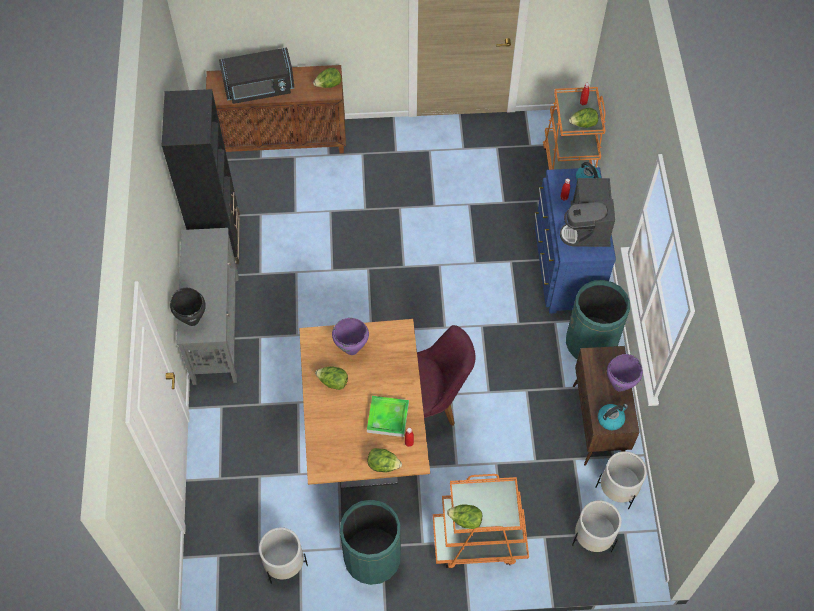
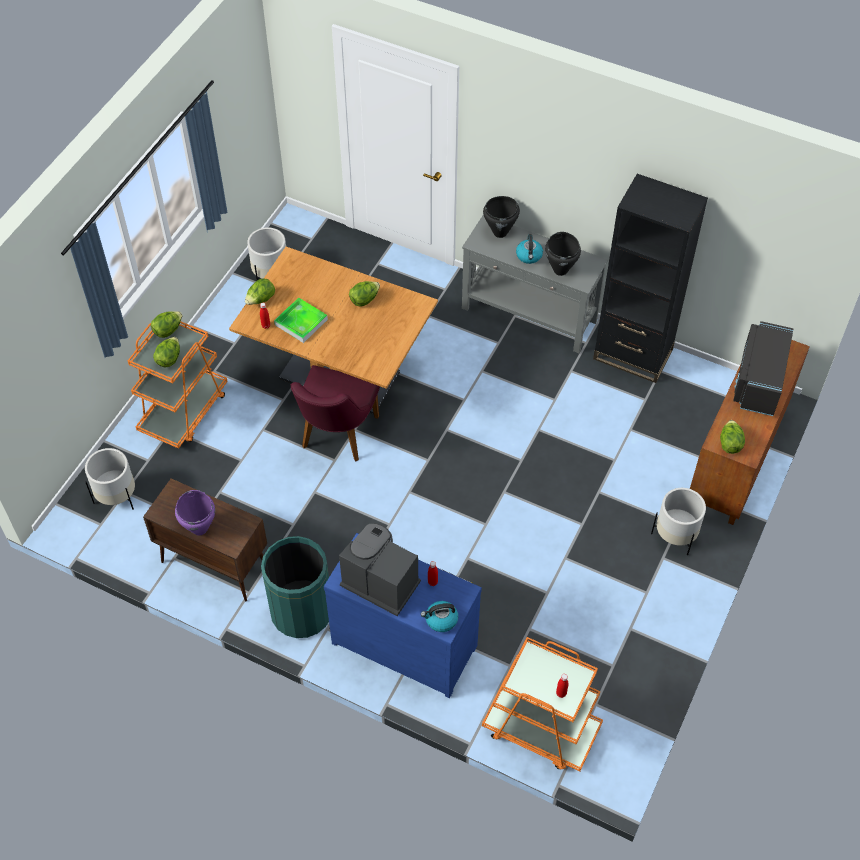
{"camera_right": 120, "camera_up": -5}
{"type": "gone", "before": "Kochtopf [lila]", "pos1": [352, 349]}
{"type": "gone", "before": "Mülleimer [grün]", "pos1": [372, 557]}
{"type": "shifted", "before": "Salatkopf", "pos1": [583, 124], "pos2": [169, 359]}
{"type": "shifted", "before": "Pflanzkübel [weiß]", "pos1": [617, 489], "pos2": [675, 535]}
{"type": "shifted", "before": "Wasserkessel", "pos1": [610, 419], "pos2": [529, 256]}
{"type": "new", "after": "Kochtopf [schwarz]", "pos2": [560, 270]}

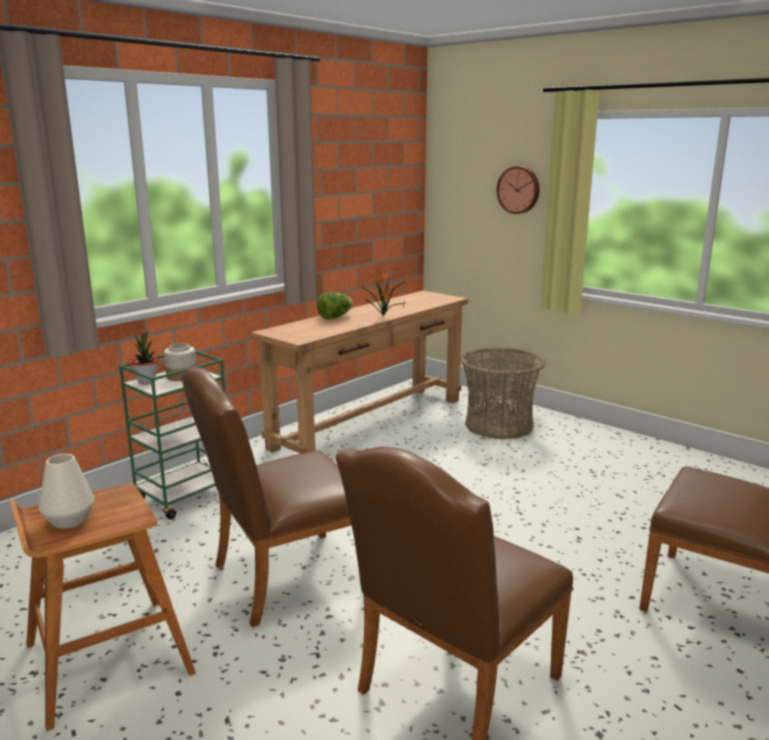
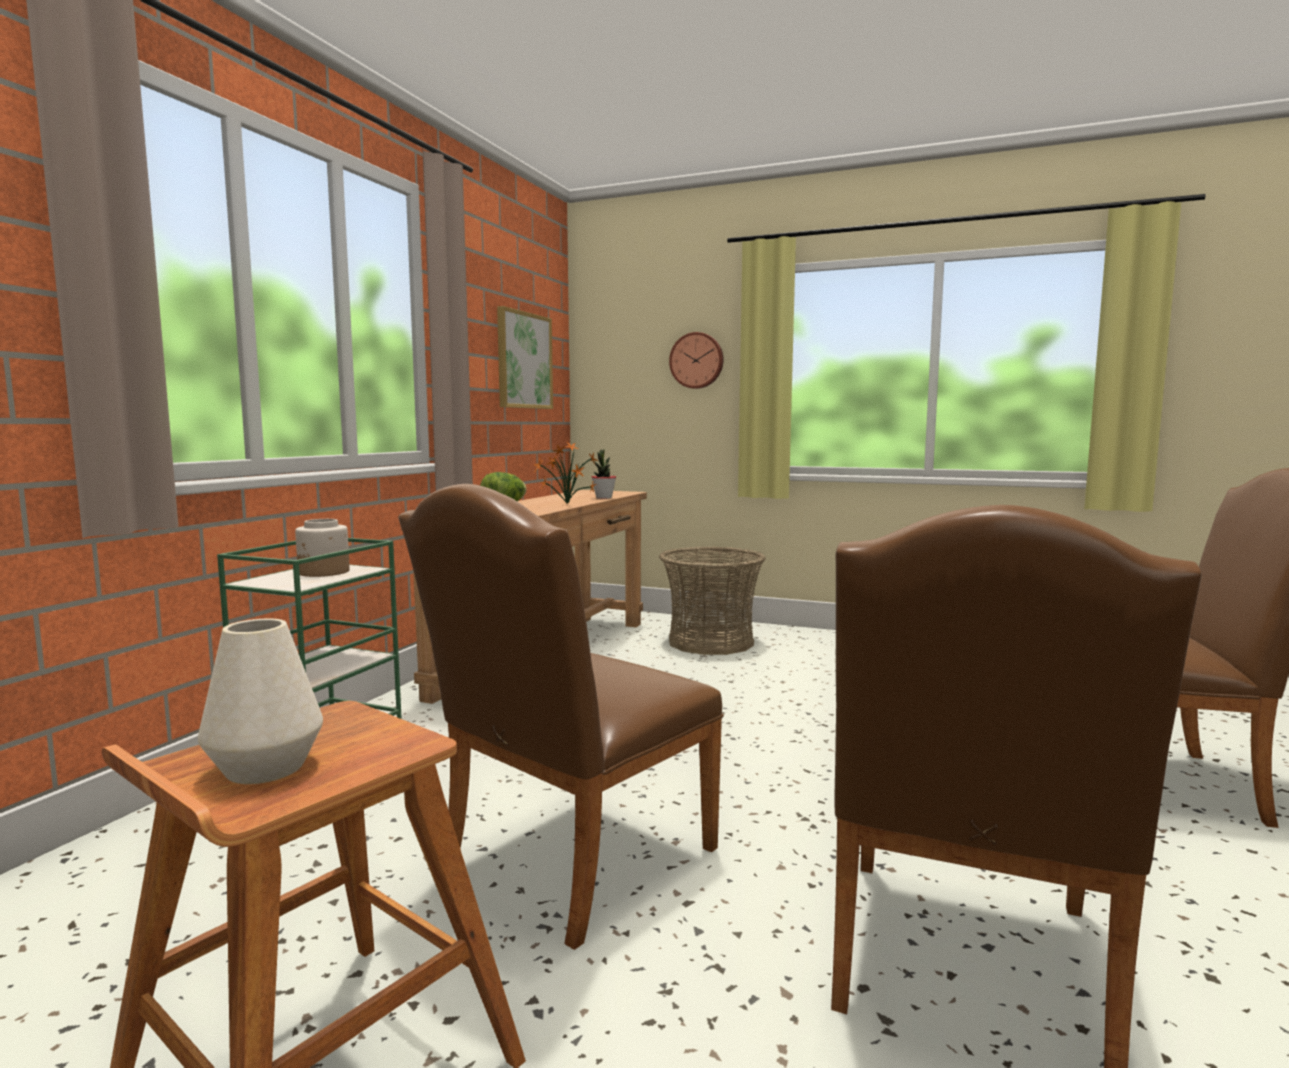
{"camera_right": -20, "camera_up": -10}
{"type": "shifted", "before": "Topfpflanze", "pos1": [147, 381], "pos2": [603, 498]}
{"type": "new", "after": "Bild", "pos2": [523, 360]}

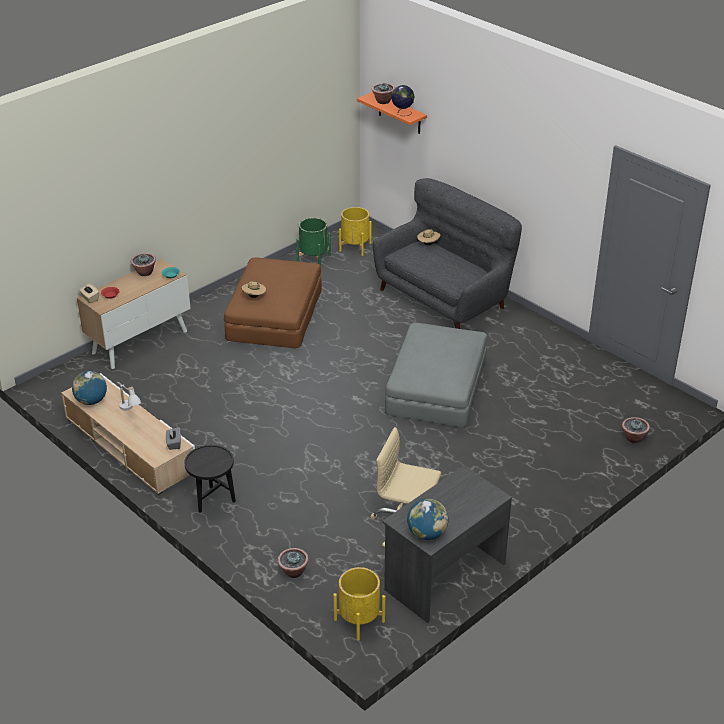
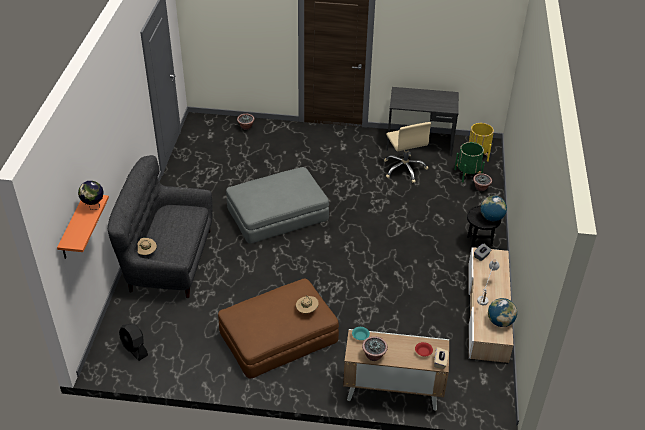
{"camera_right": -130, "camera_up": 5}
{"type": "shifted", "before": "Pflanzkübel [grün]", "pos1": [313, 258], "pos2": [467, 174]}
{"type": "swapped", "before": "Pflanzkübel [gelb]", "after": "Ventilator [schwarz]", "pos1": [355, 247], "pos2": [134, 349]}
{"type": "gone", "before": "Topfpflanze", "pos1": [383, 101]}
{"type": "shifted", "before": "Globus", "pos1": [427, 534], "pos2": [491, 218]}

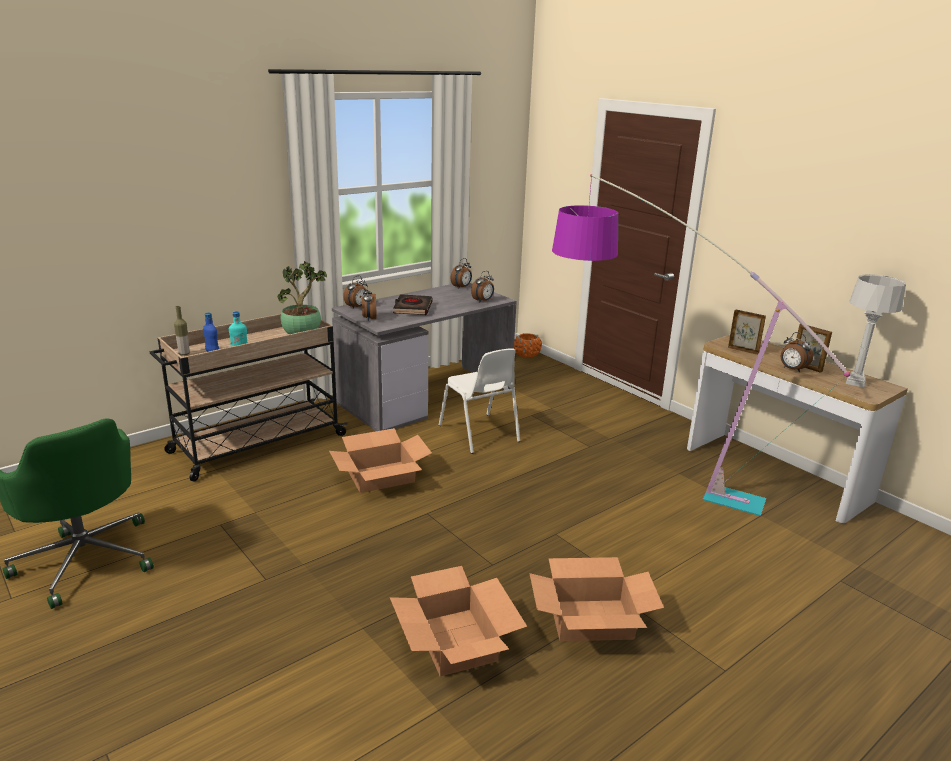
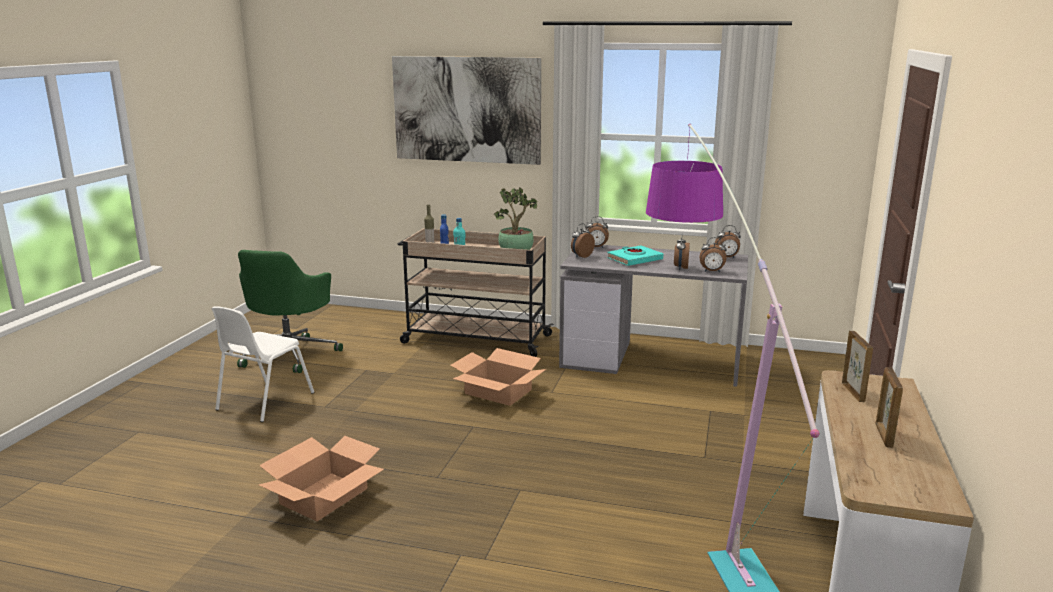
{"camera_right": 55, "camera_up": -5}
{"type": "repainted", "before": "Buch [schwarz]", "after": "Buch [türkis]", "pos1": [412, 308], "pos2": [634, 259]}
{"type": "shifted", "before": "Stuhl [weiß]", "pos1": [479, 434], "pos2": [263, 401]}
{"type": "gone", "before": "Pflanzkübel [orange]", "pos1": [527, 354]}
{"type": "gone", "before": "Karton", "pos1": [591, 619]}
{"type": "shifted", "before": "Wecker", "pos1": [792, 369], "pos2": [680, 268]}
{"type": "gone", "before": "Tischlampe [grau]", "pos1": [855, 382]}
{"type": "new", "after": "Bild", "pos2": [467, 109]}

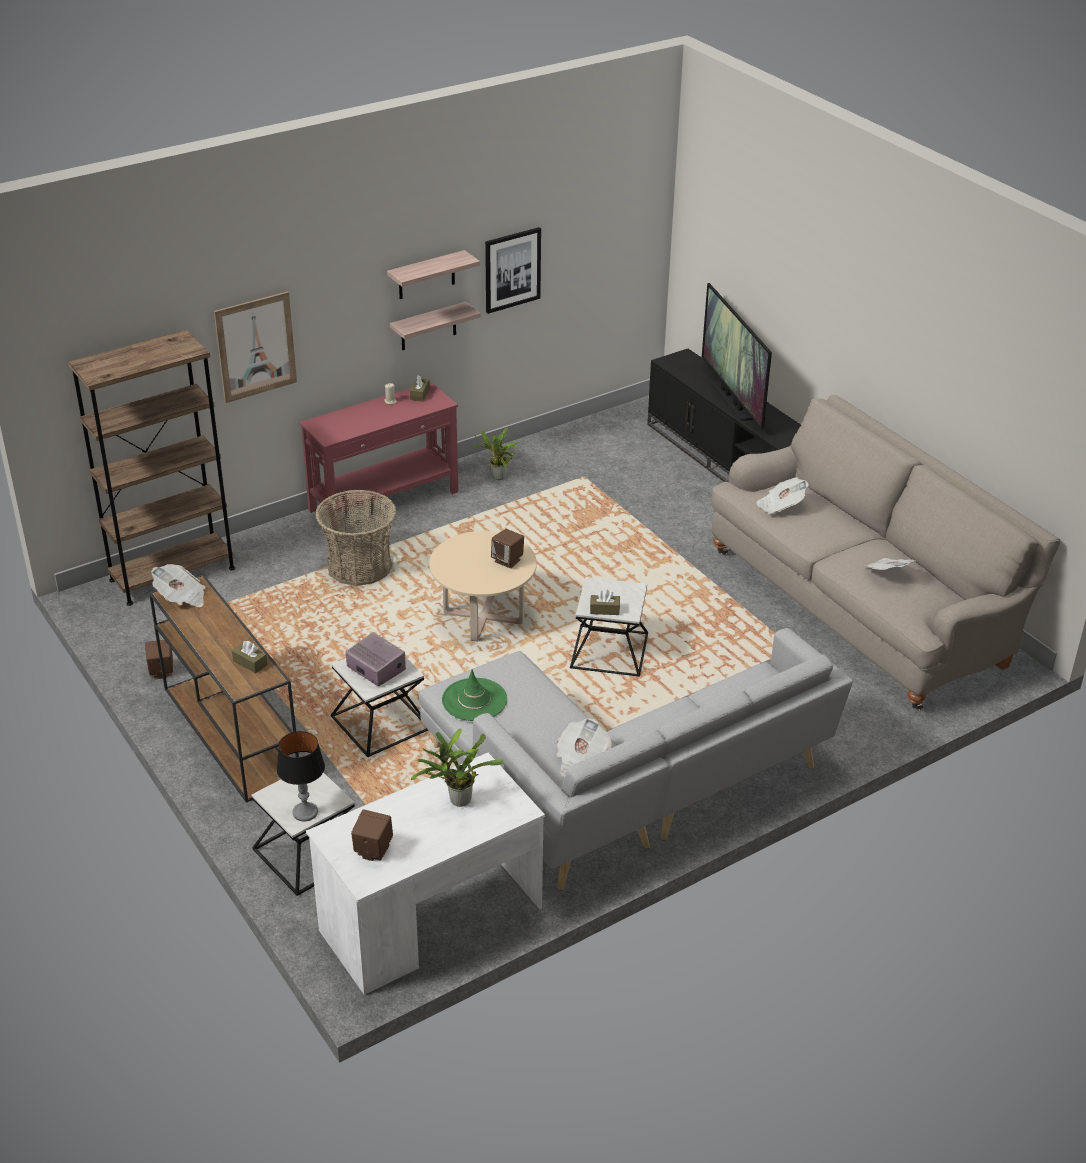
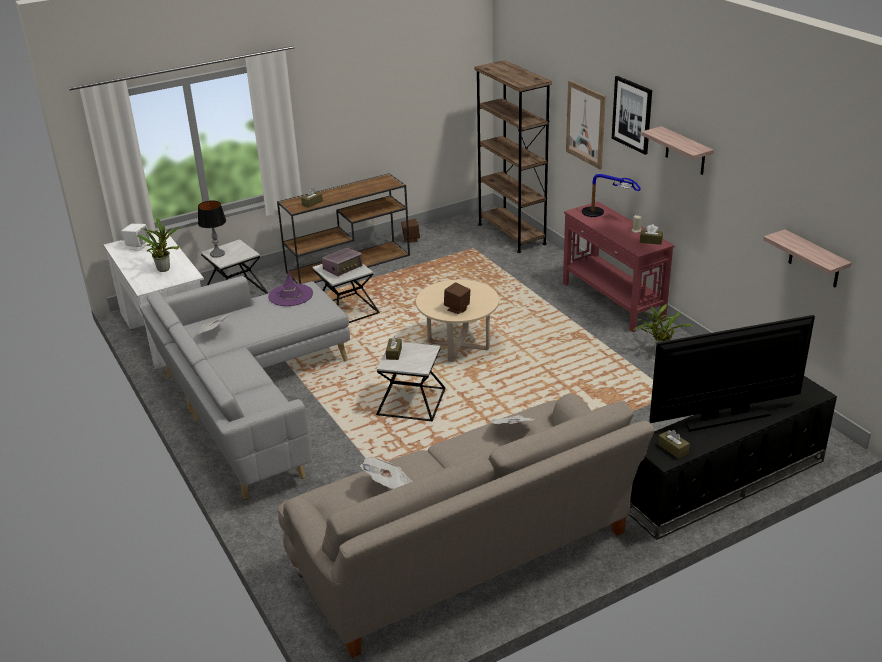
{"camera_right": 95, "camera_up": -5}
{"type": "gone", "before": "Zeitung", "pos1": [181, 597]}
{"type": "gone", "before": "Korb", "pos1": [359, 567]}
{"type": "repainted", "before": "Lautsprecher [braun]", "after": "Lautsprecher [weiß]", "pos1": [372, 850], "pos2": [138, 246]}
{"type": "shifted", "before": "Wandregal", "pos1": [428, 327], "pos2": [814, 260]}
{"type": "repainted", "before": "Hut [grün]", "after": "Hut [lila]", "pos1": [474, 700], "pos2": [290, 295]}
{"type": "shifted", "before": "Bild", "pos1": [512, 269], "pos2": [632, 114]}
{"type": "new", "after": "Tischlampe", "pos2": [603, 215]}
{"type": "new", "after": "Taschentuchbox [braun]", "pos2": [673, 449]}

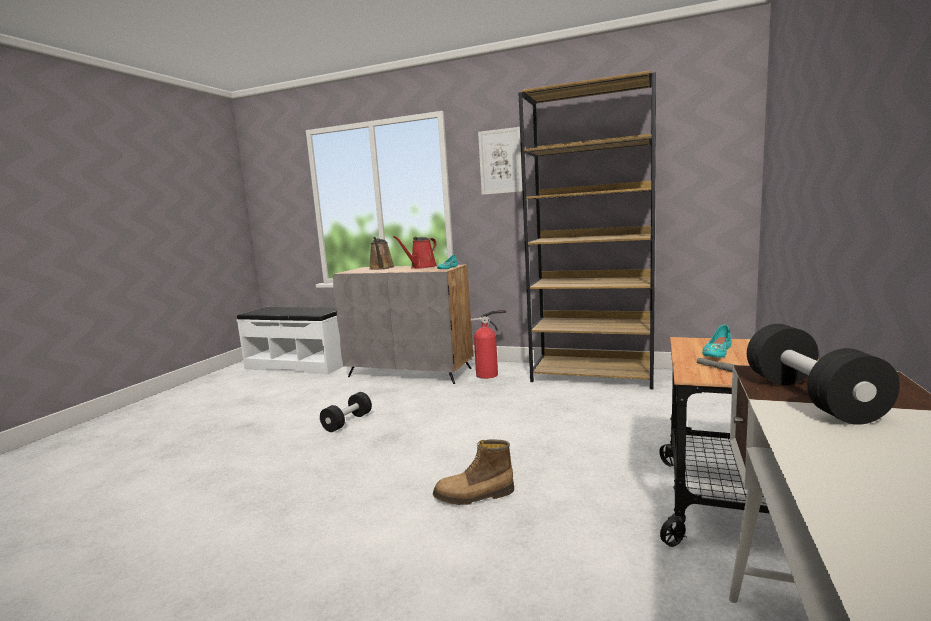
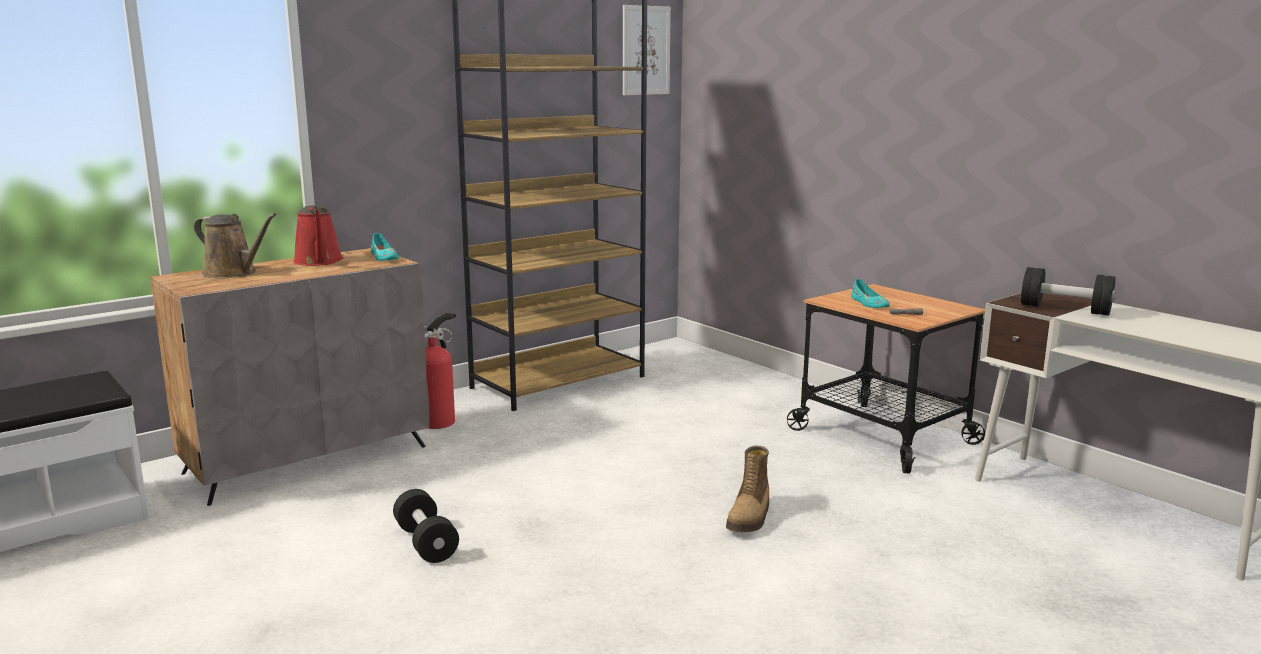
{"camera_right": -60, "camera_up": 5}
{"type": "shifted", "before": "Bild", "pos1": [500, 161], "pos2": [645, 50]}

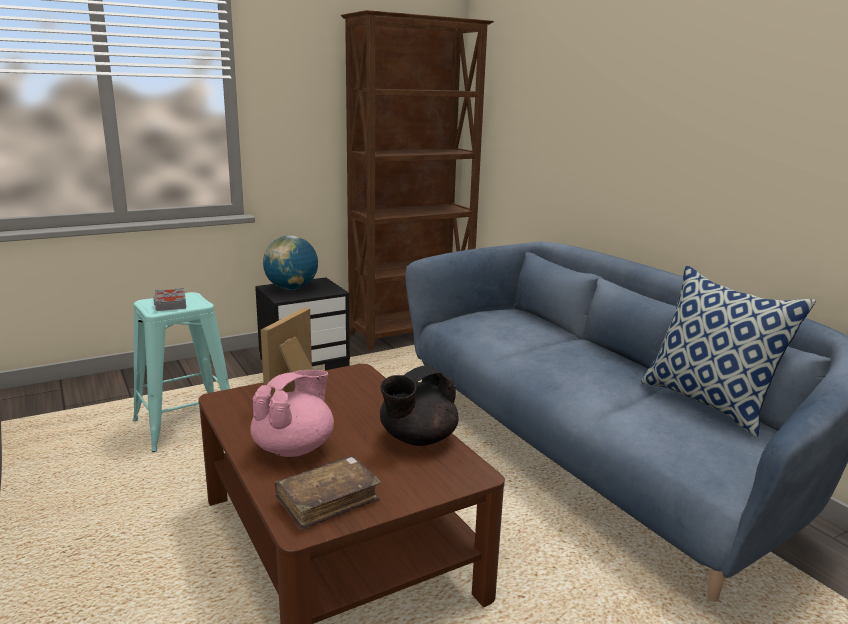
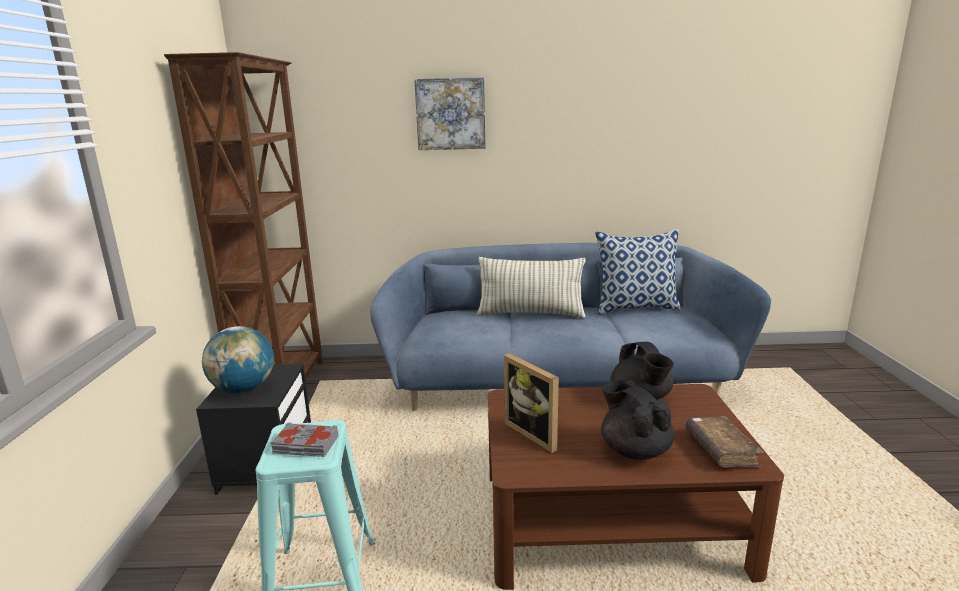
{"camera_right": -60, "camera_up": 0}
{"type": "repainted", "before": "Teekanne [rosa]", "after": "Teekanne [schwarz]", "pos1": [294, 448], "pos2": [634, 450]}
{"type": "new", "after": "Bild", "pos2": [450, 114]}
{"type": "new", "after": "Kissen", "pos2": [530, 314]}

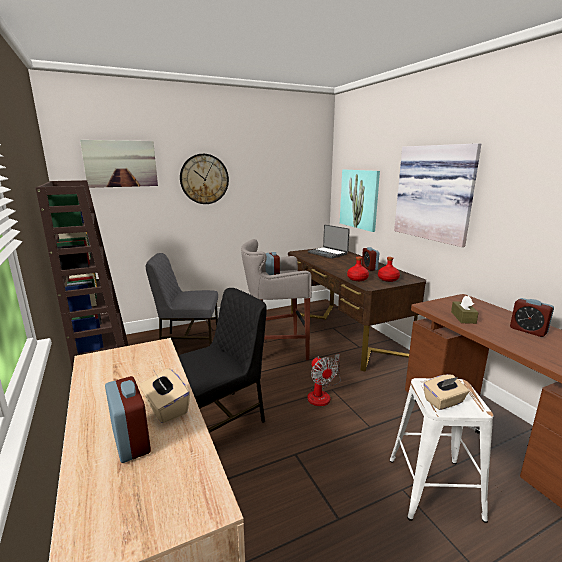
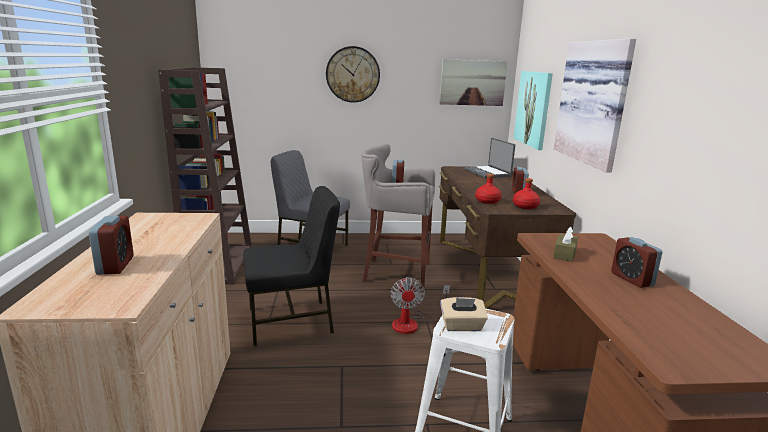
{"camera_right": 20, "camera_up": 0}
{"type": "shifted", "before": "Bild", "pos1": [120, 164], "pos2": [472, 83]}
{"type": "gone", "before": "Taschentuchbox [beige]", "pos1": [166, 408]}

